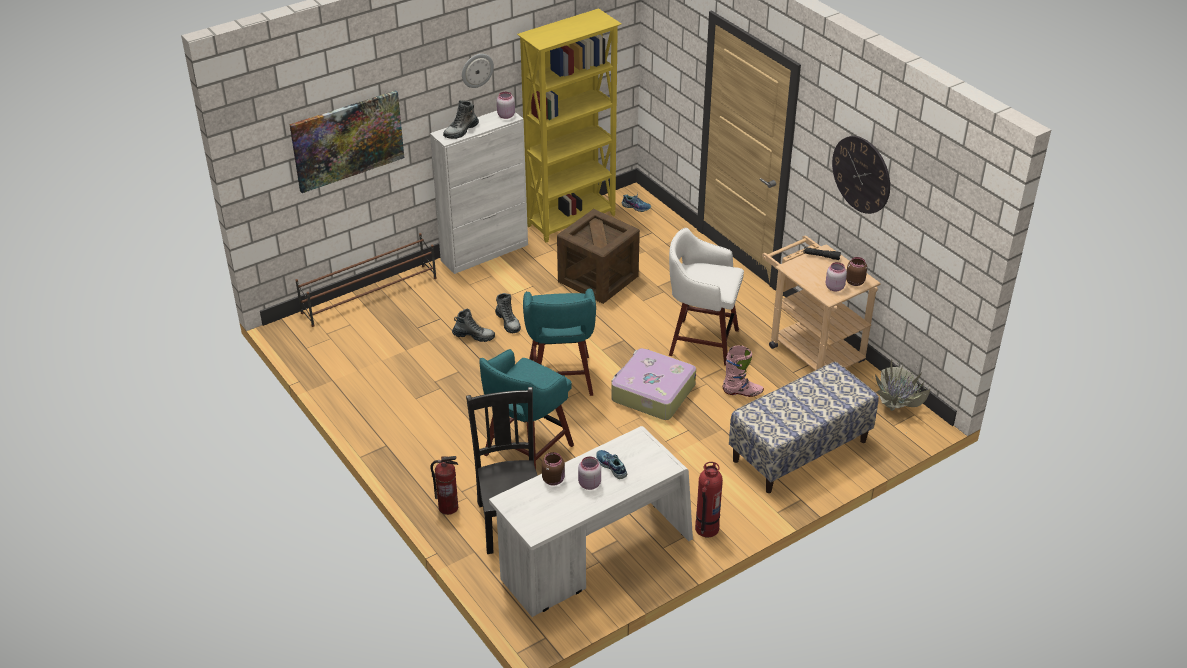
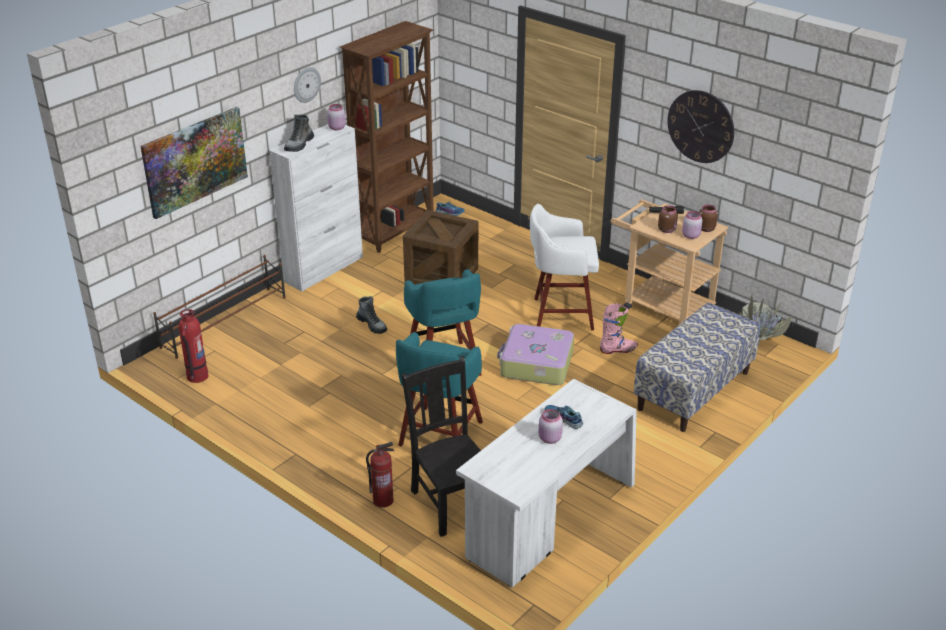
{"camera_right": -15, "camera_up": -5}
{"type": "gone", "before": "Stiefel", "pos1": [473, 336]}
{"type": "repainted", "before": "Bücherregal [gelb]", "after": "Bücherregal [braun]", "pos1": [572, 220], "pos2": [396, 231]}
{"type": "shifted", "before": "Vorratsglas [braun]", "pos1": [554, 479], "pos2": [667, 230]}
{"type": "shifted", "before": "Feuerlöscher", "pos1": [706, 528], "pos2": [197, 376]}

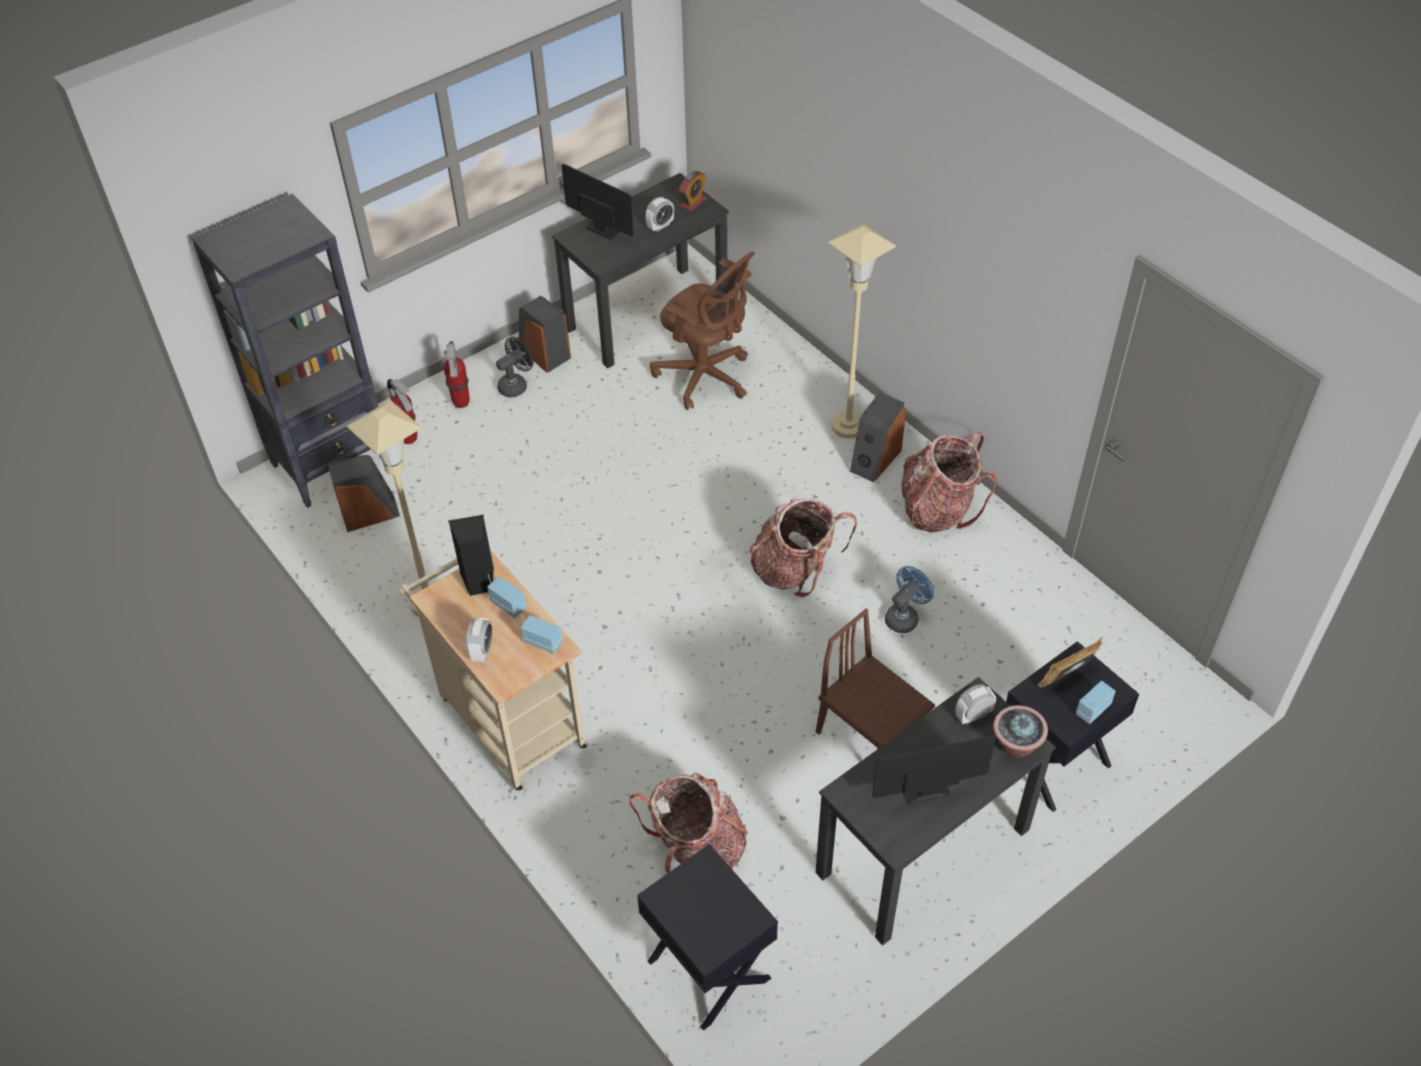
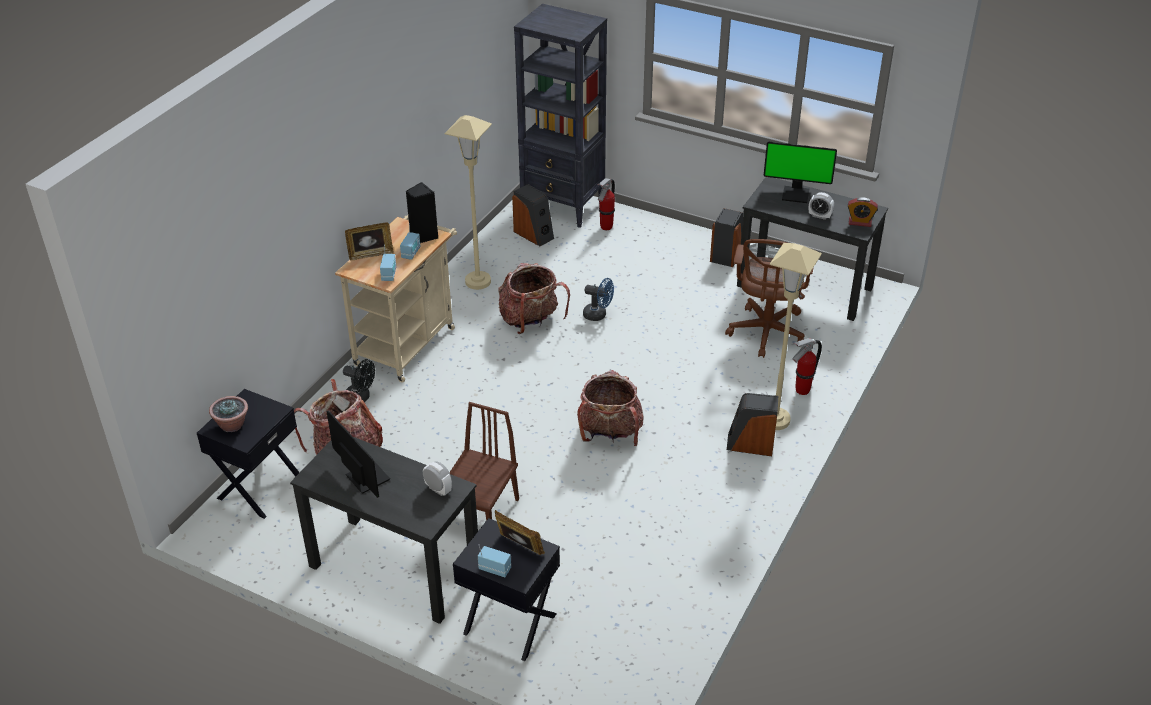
{"camera_right": 65, "camera_up": -10}
{"type": "shifted", "before": "Feuerlöscher", "pos1": [461, 403], "pos2": [802, 390]}
{"type": "swapped", "before": "Wecker", "after": "Bilderrahmen", "pos1": [482, 650], "pos2": [370, 254]}
{"type": "shifted", "before": "Ventilator [schwarz]", "pos1": [516, 385], "pos2": [361, 397]}
{"type": "rotated", "before": "Monitor", "pos1": [606, 227], "pos2": [796, 194], "turn": 90}
{"type": "shifted", "before": "Ventilator [blau]", "pos1": [905, 616], "pos2": [598, 315]}
{"type": "shifted", "before": "Rucksack", "pos1": [938, 509], "pos2": [531, 321]}
{"type": "shifted", "before": "Topfpflanze", "pos1": [1015, 745], "pos2": [232, 425]}

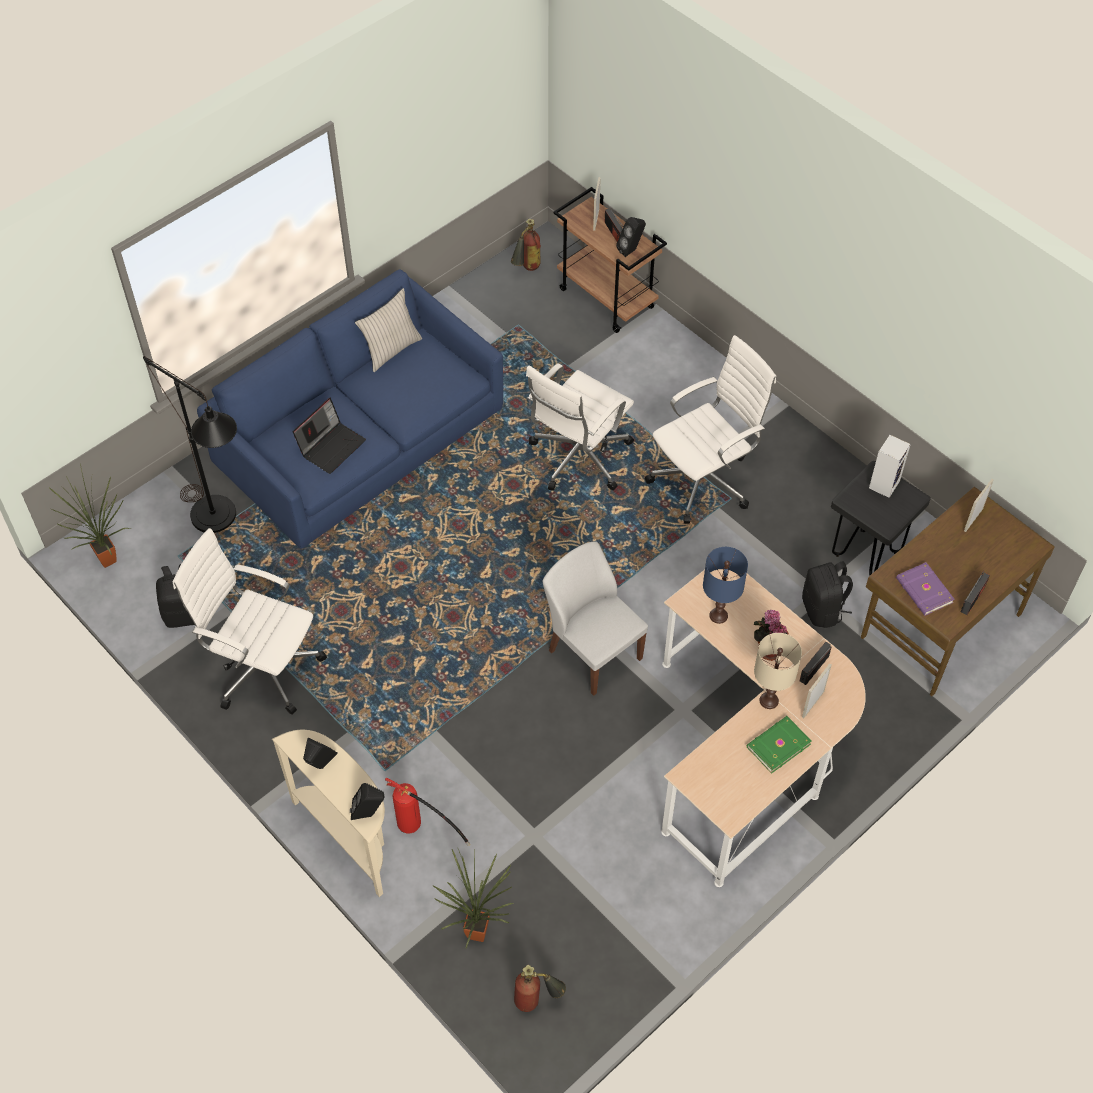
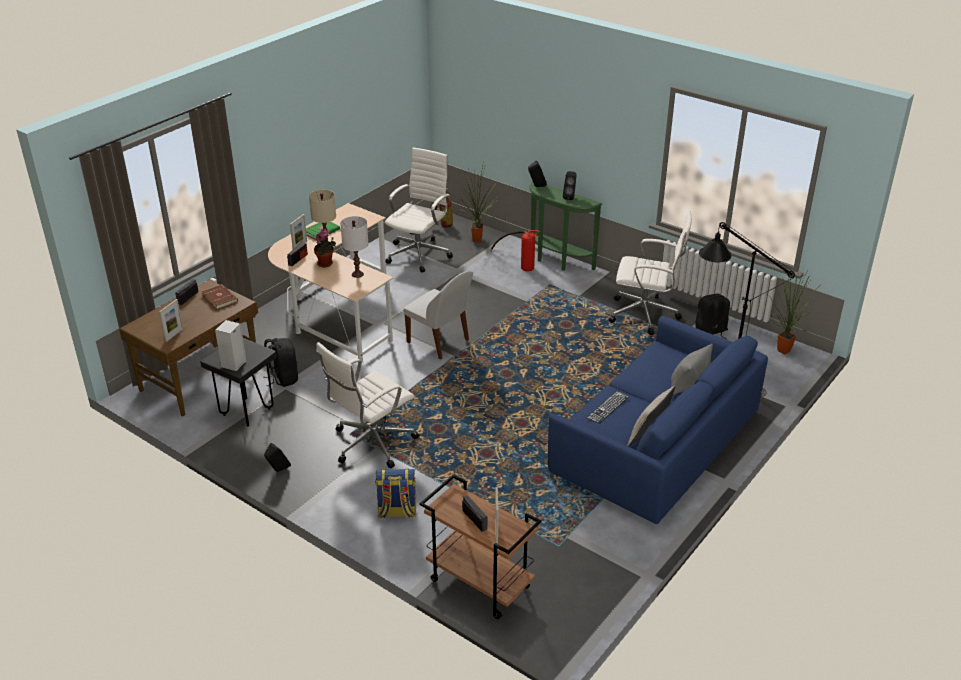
{"camera_right": 170, "camera_up": -20}
{"type": "repainted", "before": "Konsolentisch [beige]", "after": "Konsolentisch [grün]", "pos1": [349, 837], "pos2": [557, 261]}
{"type": "gone", "before": "Laptop", "pos1": [331, 446]}
{"type": "gone", "before": "Feuerlöscher", "pos1": [526, 269]}
{"type": "shifted", "before": "Bürostuhl [weiß]", "pos1": [578, 458], "pos2": [419, 254]}
{"type": "shifted", "before": "Lautsprecher [schwarz]", "pos1": [631, 250], "pos2": [278, 471]}
{"type": "repainted", "before": "Tischlampe [blau]", "after": "Tischlampe [weiß]", "pos1": [718, 616], "pos2": [357, 274]}
{"type": "repainted", "before": "Buch [lila]", "after": "Buch [braun]", "pos1": [923, 591], "pos2": [220, 298]}
{"type": "new", "after": "Rucksack", "pos2": [397, 512]}
{"type": "new", "after": "Tastatur", "pos2": [608, 407]}
{"type": "new", "after": "Kissen [grau]", "pos2": [688, 386]}

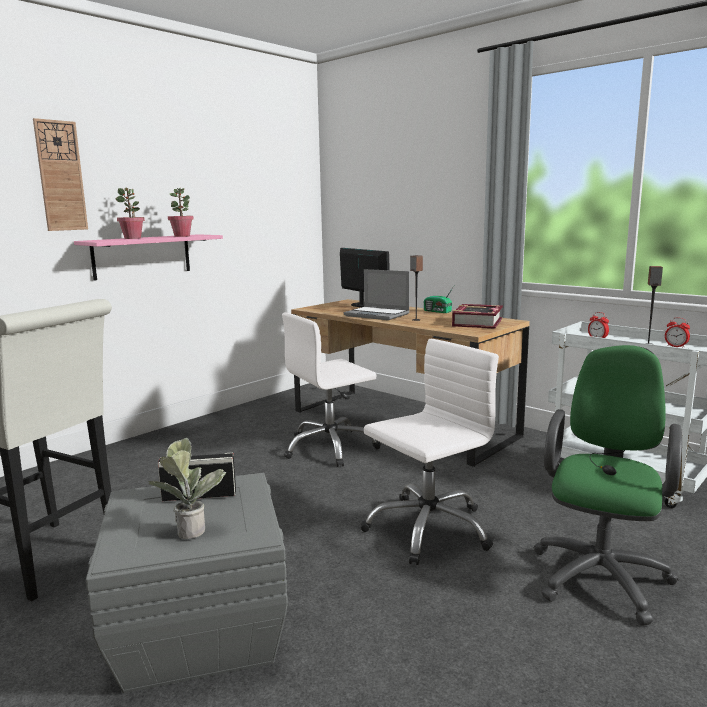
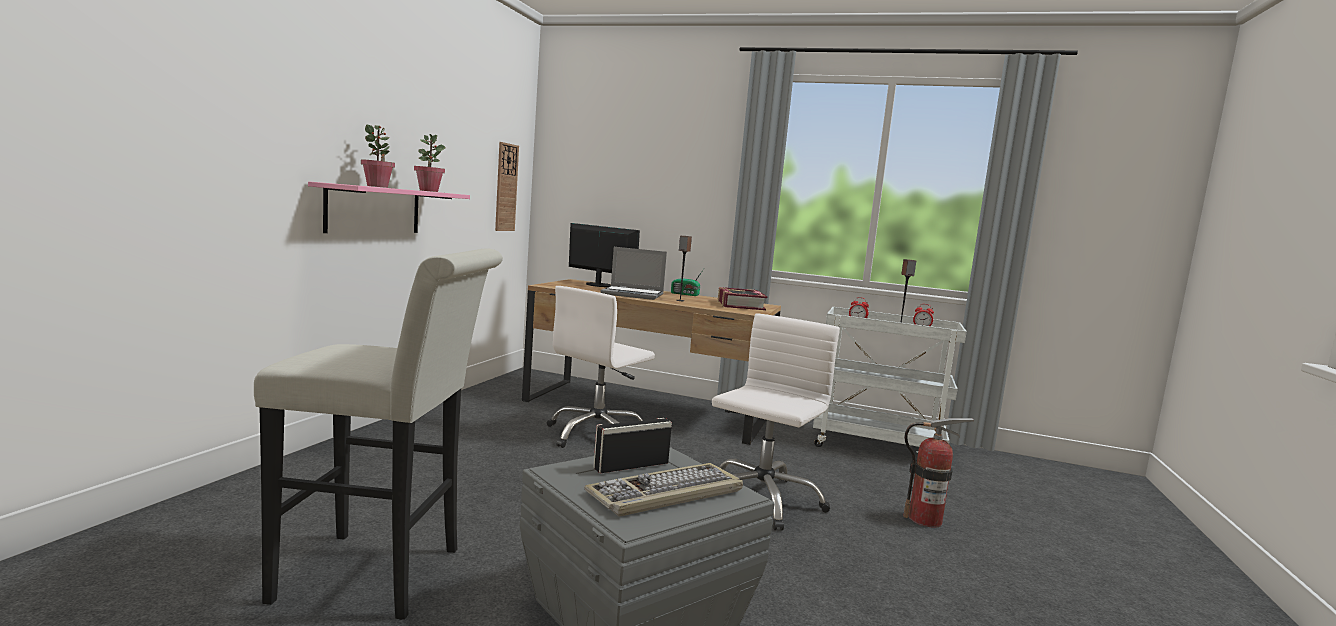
{"camera_right": -25, "camera_up": -5}
{"type": "shifted", "before": "Wanduhr", "pos1": [60, 176], "pos2": [506, 187]}
{"type": "swapped", "before": "Topfpflanze", "after": "Tastatur", "pos1": [190, 528], "pos2": [666, 493]}
{"type": "swapped", "before": "Bürostuhl [grün]", "after": "Feuerlöscher", "pos1": [601, 573], "pos2": [925, 520]}

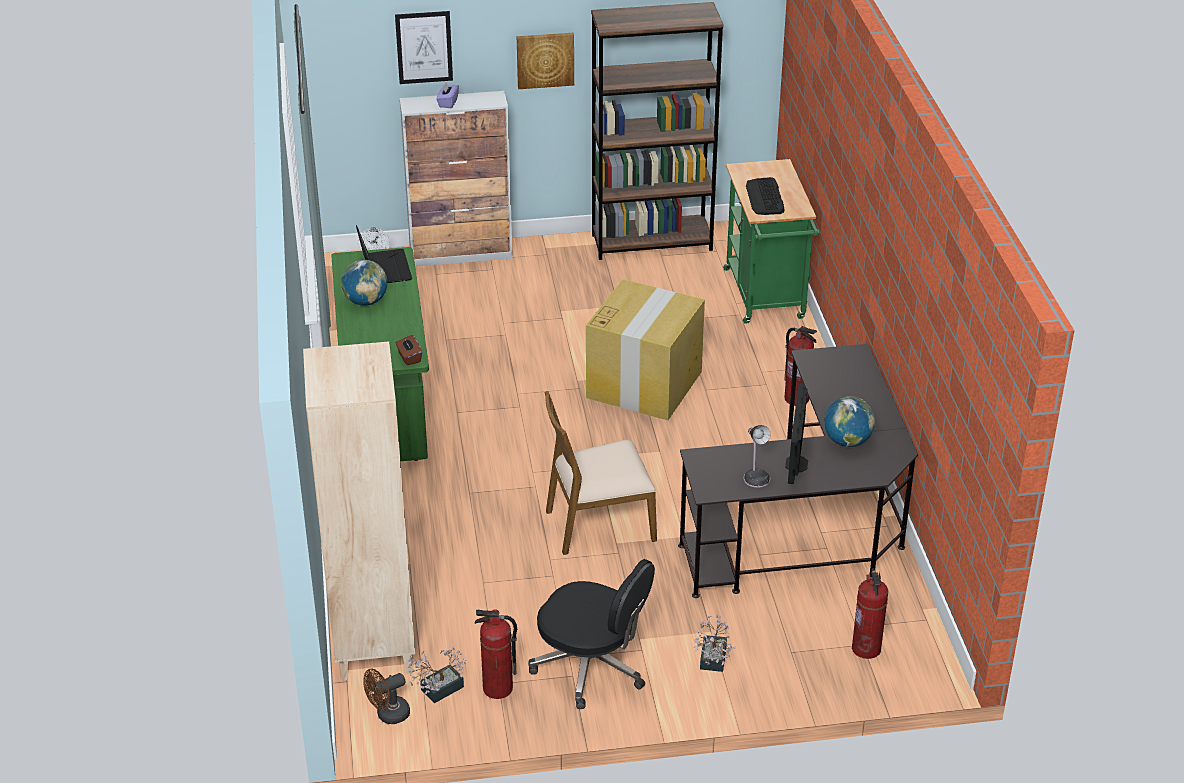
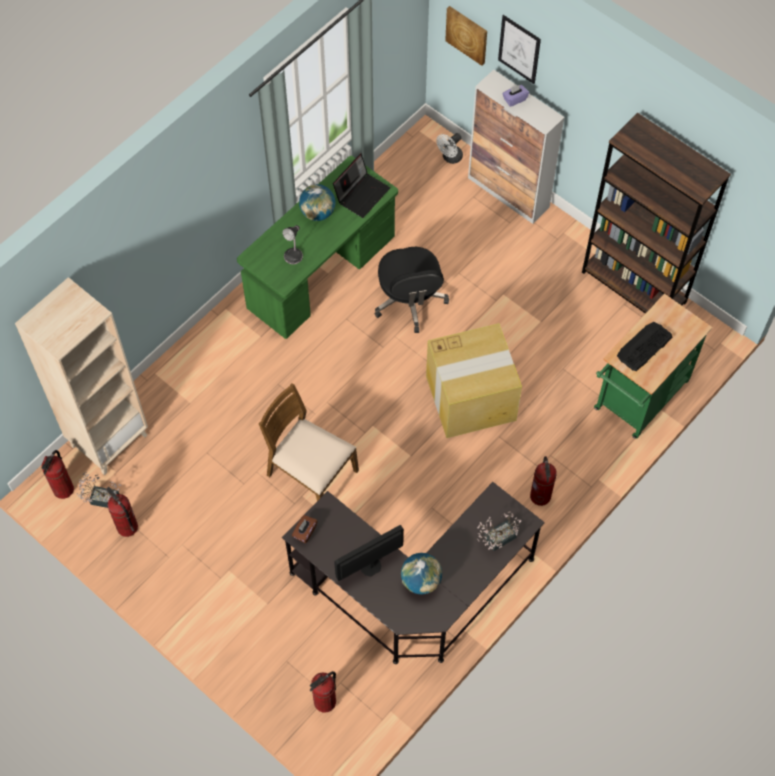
{"camera_right": 50, "camera_up": 25}
{"type": "swapped", "before": "Ventilator [braun]", "after": "Feuerlöscher", "pos1": [388, 715], "pos2": [63, 489]}
{"type": "shifted", "before": "Taschentuchbox [braun]", "pos1": [409, 357], "pos2": [305, 532]}
{"type": "shifted", "before": "Bild", "pos1": [545, 59], "pos2": [467, 34]}
{"type": "shifted", "before": "Bürostuhl [schwarz]", "pos1": [592, 667], "pos2": [409, 301]}
{"type": "shifted", "before": "Topfpflanze", "pos1": [712, 661], "pos2": [496, 539]}
{"type": "shifted", "before": "Tischlampe", "pos1": [756, 477], "pos2": [294, 255]}

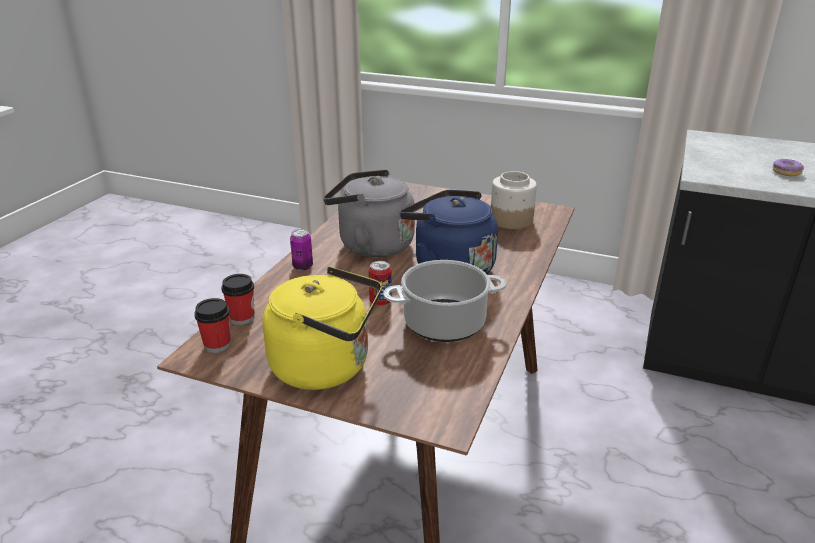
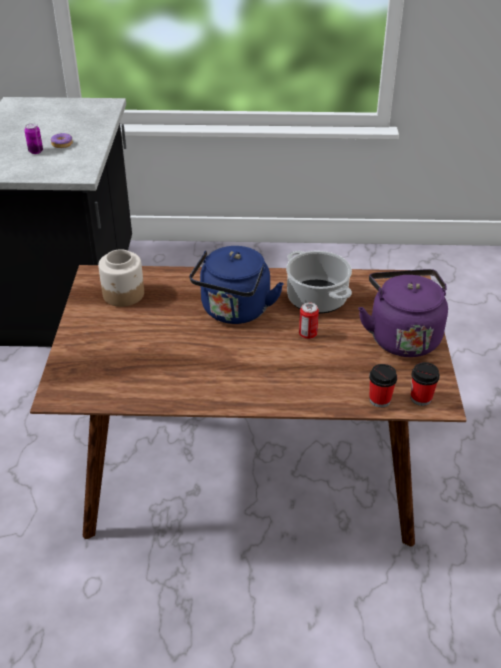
{"camera_right": -110, "camera_up": 10}
{"type": "repainted", "before": "Wasserkessel [gelb]", "after": "Wasserkessel [lila]", "pos1": [327, 367], "pos2": [402, 336]}
{"type": "shifted", "before": "Dose", "pos1": [303, 267], "pos2": [36, 151]}
{"type": "gone", "before": "Wasserkessel [grau]", "pos1": [371, 245]}

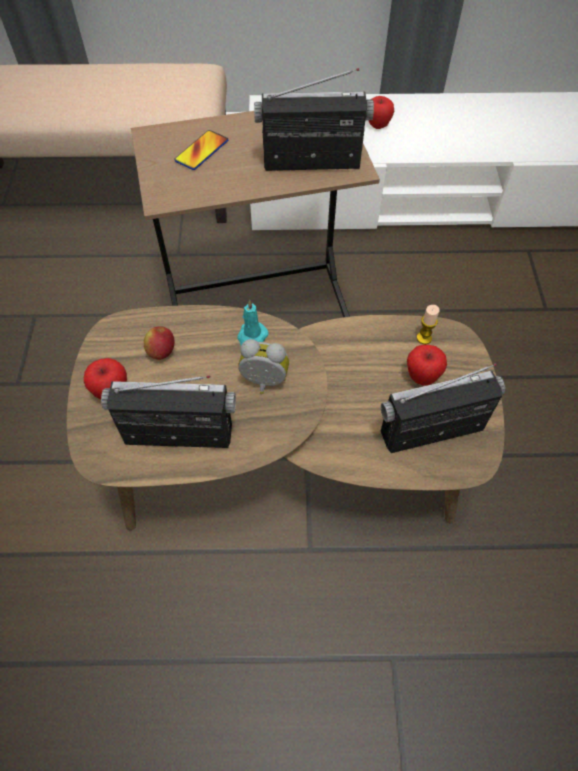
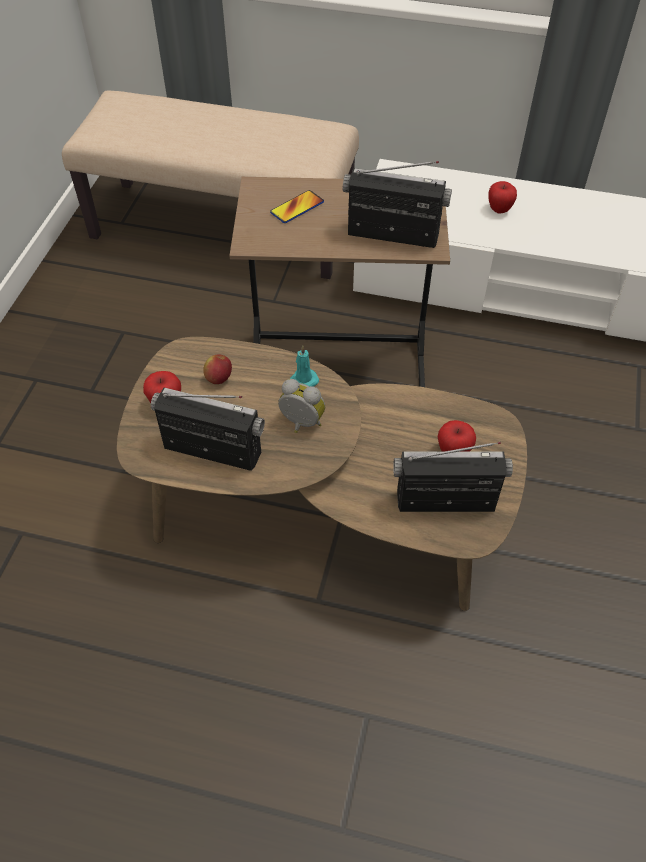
{"camera_right": 15, "camera_up": -5}
{"type": "gone", "before": "Kerze", "pos1": [424, 338]}

